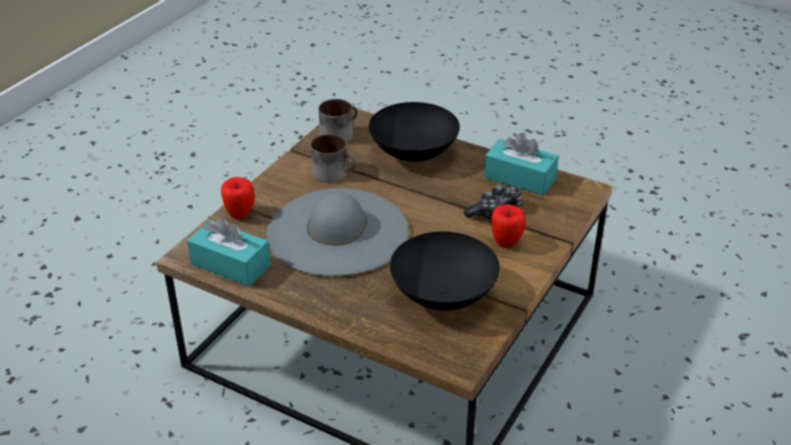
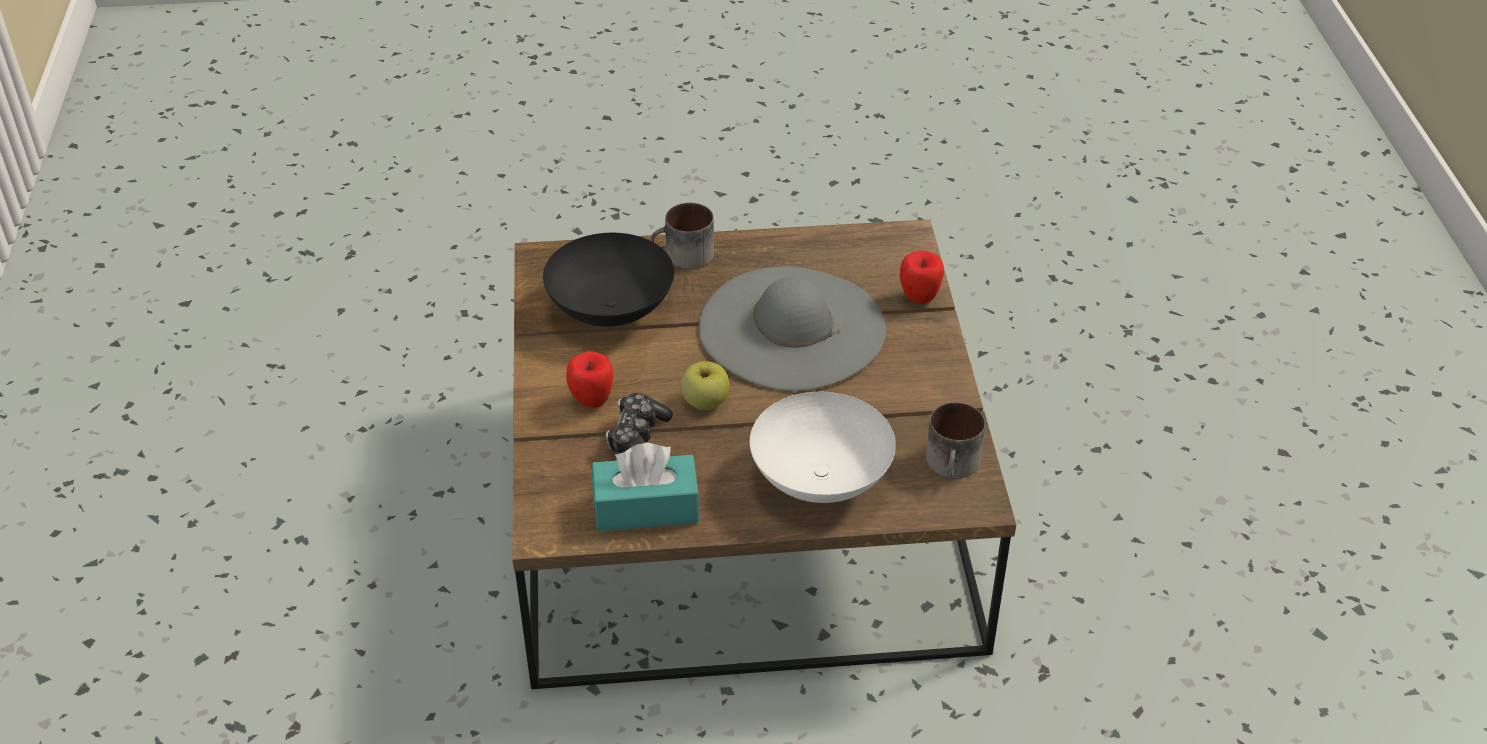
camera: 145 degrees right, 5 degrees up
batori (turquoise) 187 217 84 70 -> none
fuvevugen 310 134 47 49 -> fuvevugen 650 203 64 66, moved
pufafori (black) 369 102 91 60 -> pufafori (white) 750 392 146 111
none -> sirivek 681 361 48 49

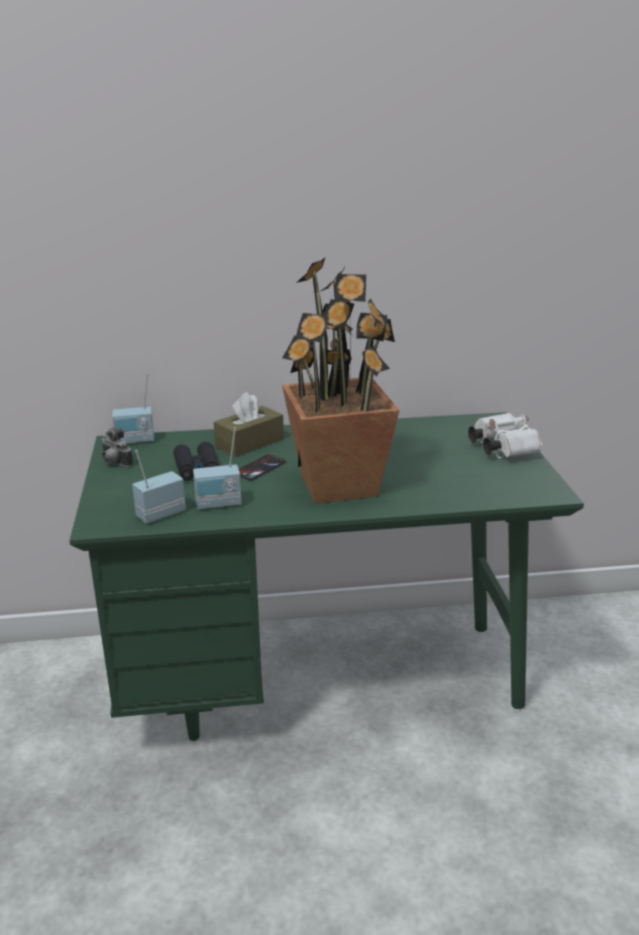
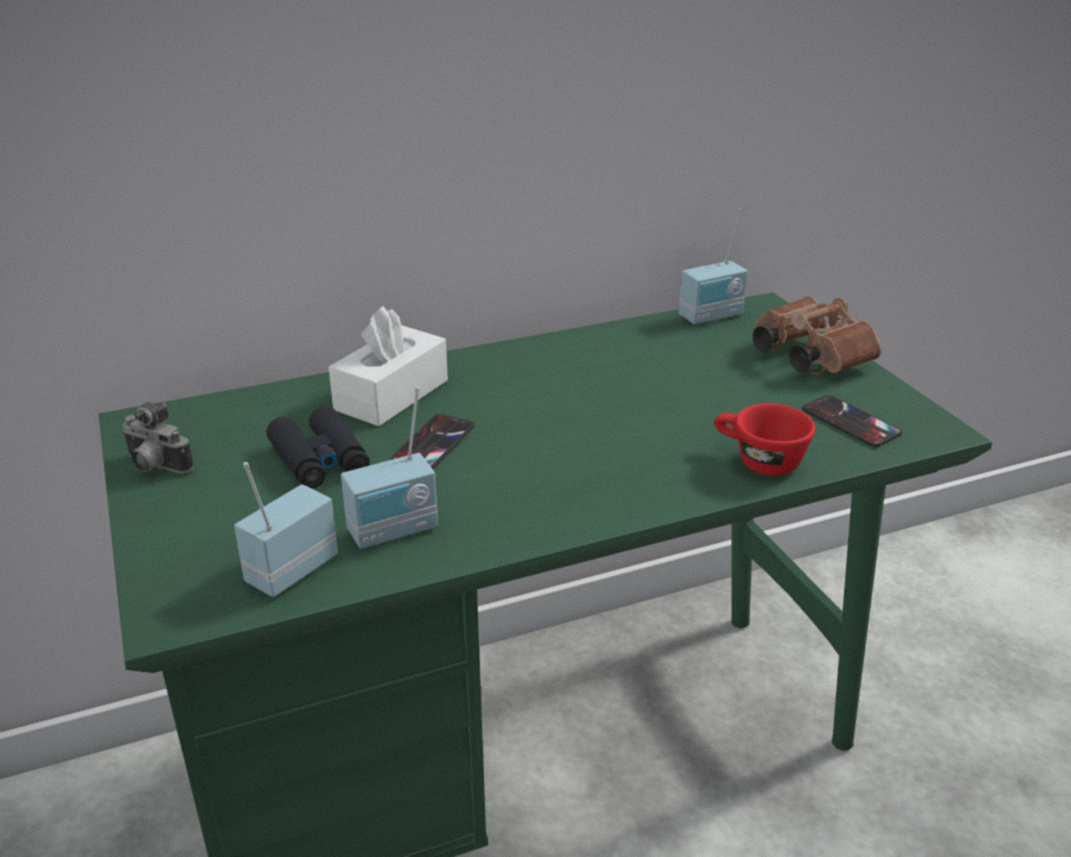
camera: 15 degrees left, 5 degrees up
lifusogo 112 374 42 69 -> lifusogo 678 208 70 117, moved
batori (brown) 214 392 70 65 -> batori (white) 329 306 119 120
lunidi 282 258 118 246 -> none
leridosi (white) 468 413 74 45 -> leridosi (brown) 752 296 130 79
none -> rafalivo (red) 714 403 102 73
none -> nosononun 802 395 100 52

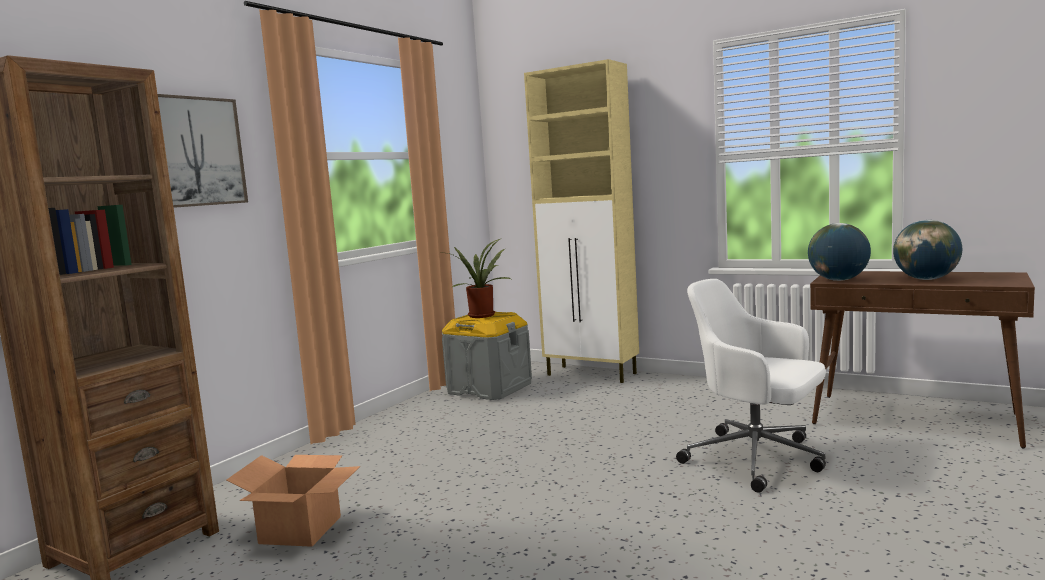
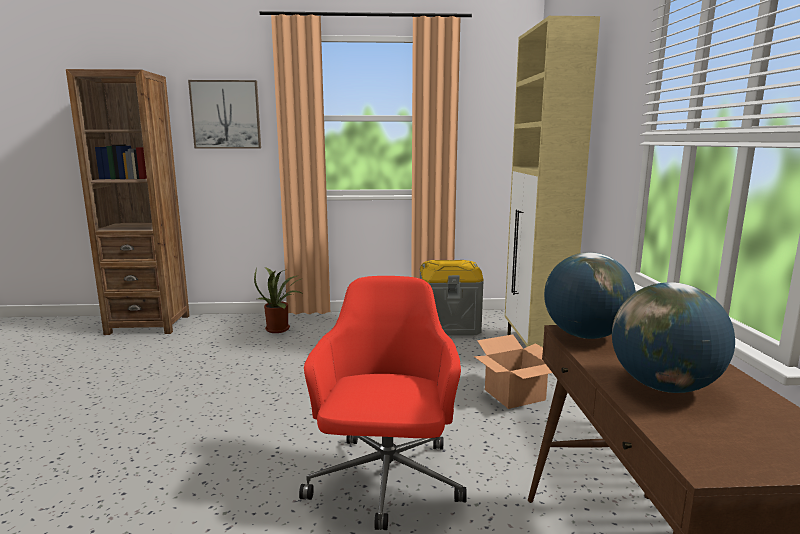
camera: 55 degrees right, 5 degrees up
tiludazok 226 455 134 92 -> tiludazok 474 334 78 75, moved
lunidi 448 238 65 80 -> lunidi 254 267 47 66, moved
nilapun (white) 676 279 150 214 -> nilapun (red) 299 276 168 254

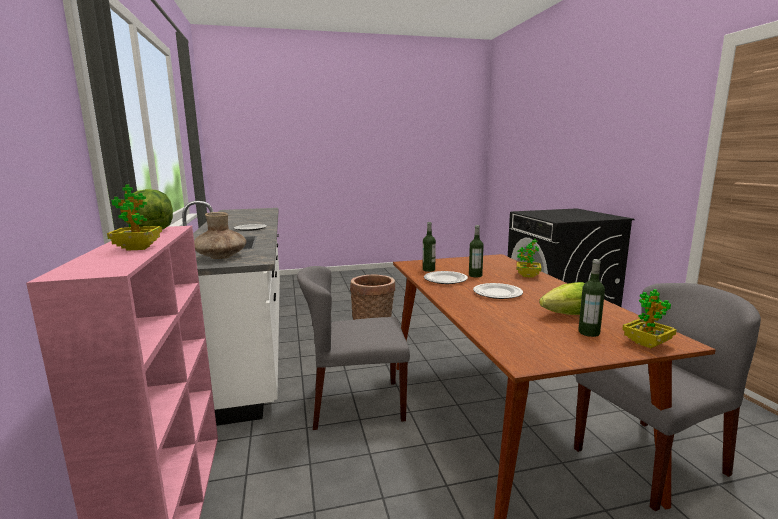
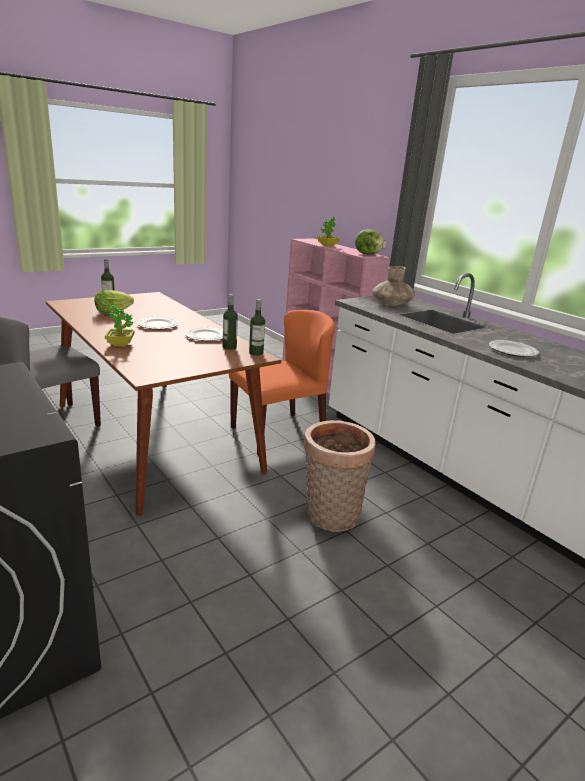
camera: 155 degrees right, 10 degrees up
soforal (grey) 297 266 113 164 -> soforal (orange) 229 310 106 147
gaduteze 469 225 15 52 -> gaduteze 249 299 16 57, moved
lunidi 622 289 54 59 -> none

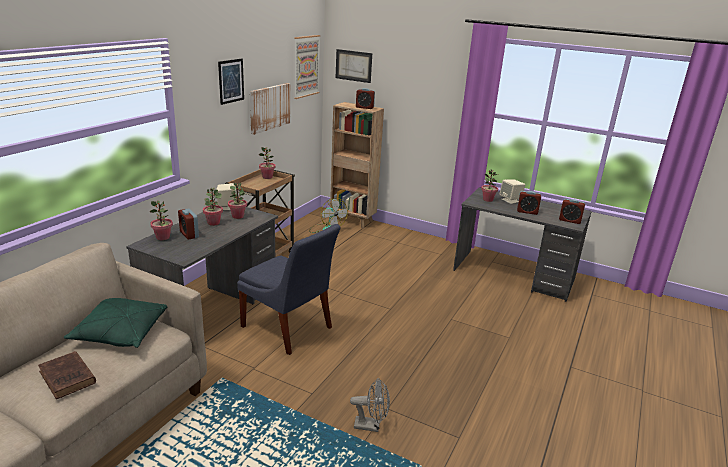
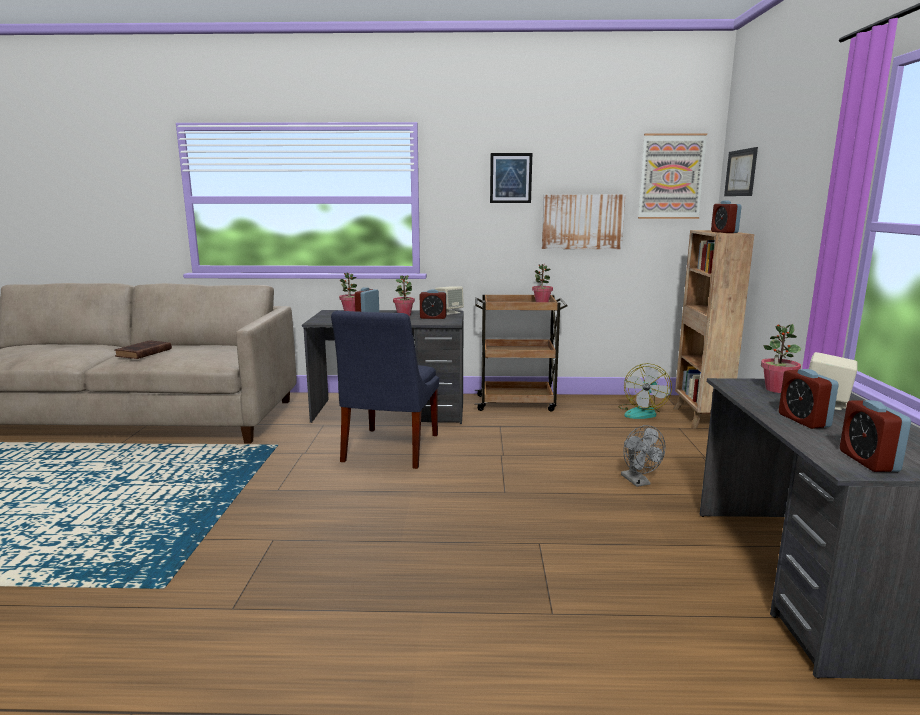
camera: 65 degrees right, 10 degrees down
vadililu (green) 64 298 103 50 -> none
lunidi 228 183 19 36 -> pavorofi 420 289 26 30
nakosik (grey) 350 378 40 54 -> nakosik (grey) 621 425 45 62, moved

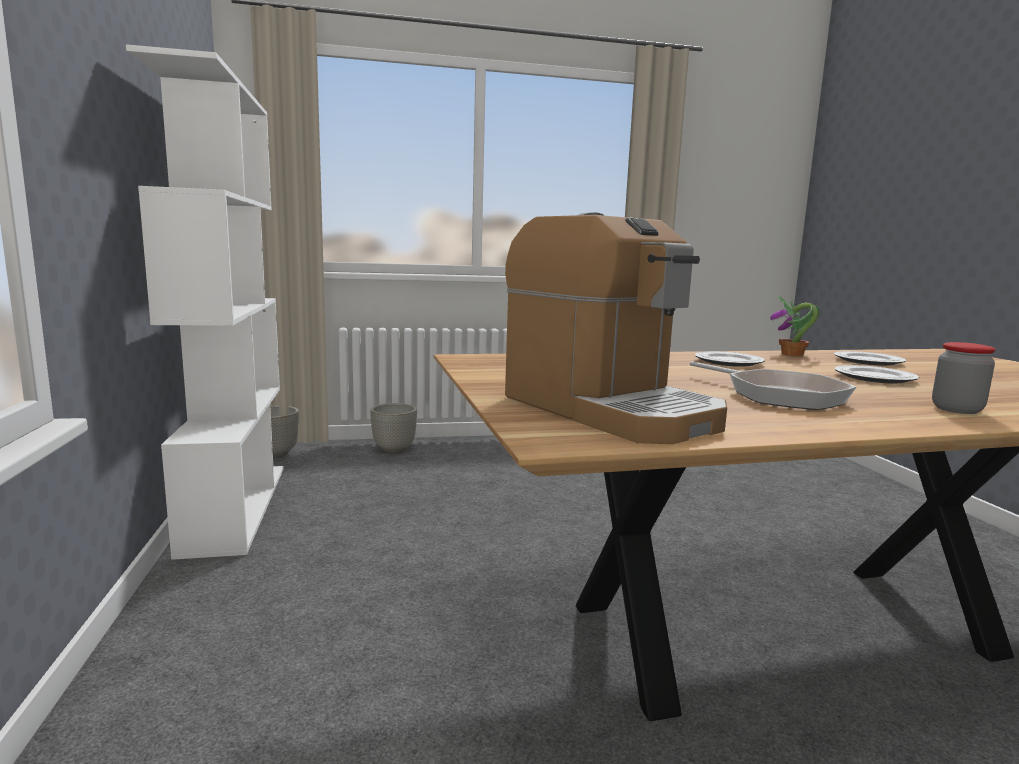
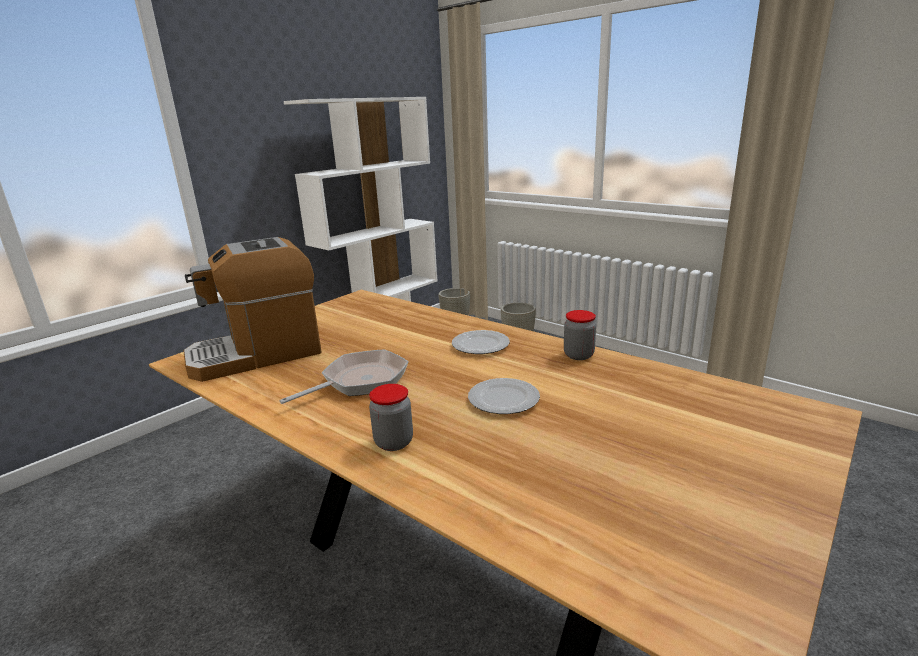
camera: 55 degrees right, 10 degrees up
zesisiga 505 212 222 232 -> zesisiga 183 237 139 145, 45 degrees clockwise
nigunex 690 362 166 48 -> nigunex 279 349 130 55, 150 degrees counterclockwise
lunidi 770 295 49 61 -> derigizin 564 310 32 50
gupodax 834 351 72 15 -> none

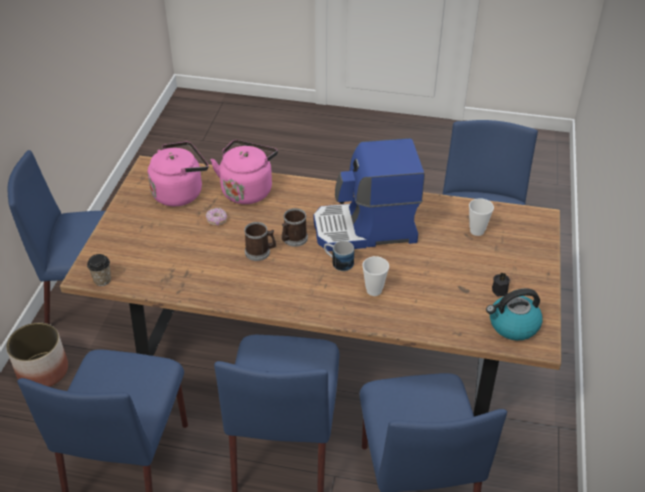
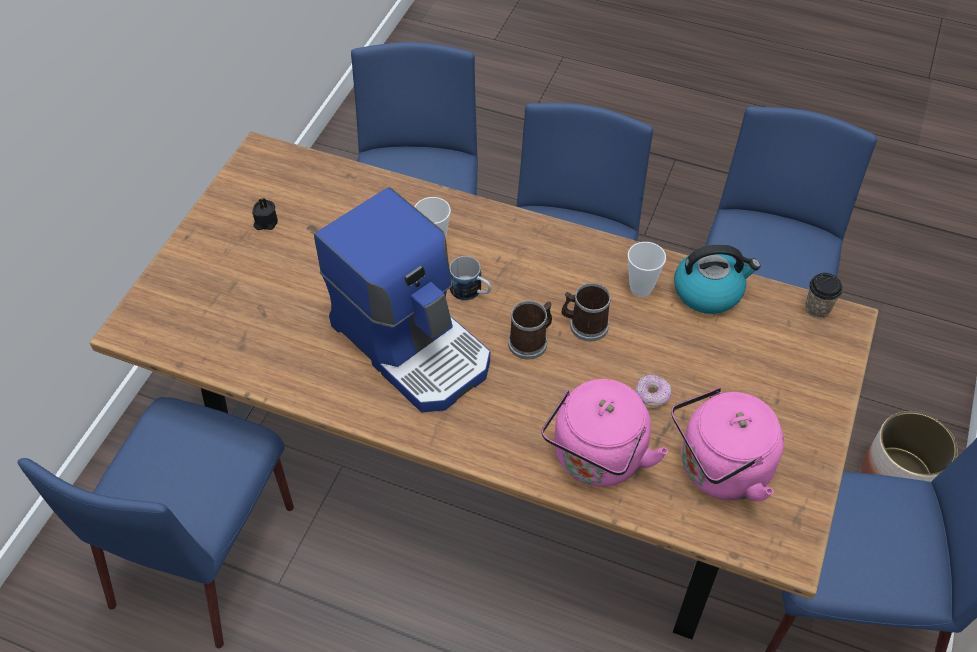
camera: 170 degrees left, 10 degrees up
zesisiga 314 138 111 113 -> zesisiga 314 187 176 225, 45 degrees clockwise
rafalivo 469 198 25 38 -> rafalivo 627 242 39 55, moved
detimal 486 288 57 52 -> detimal 674 244 87 70, moved

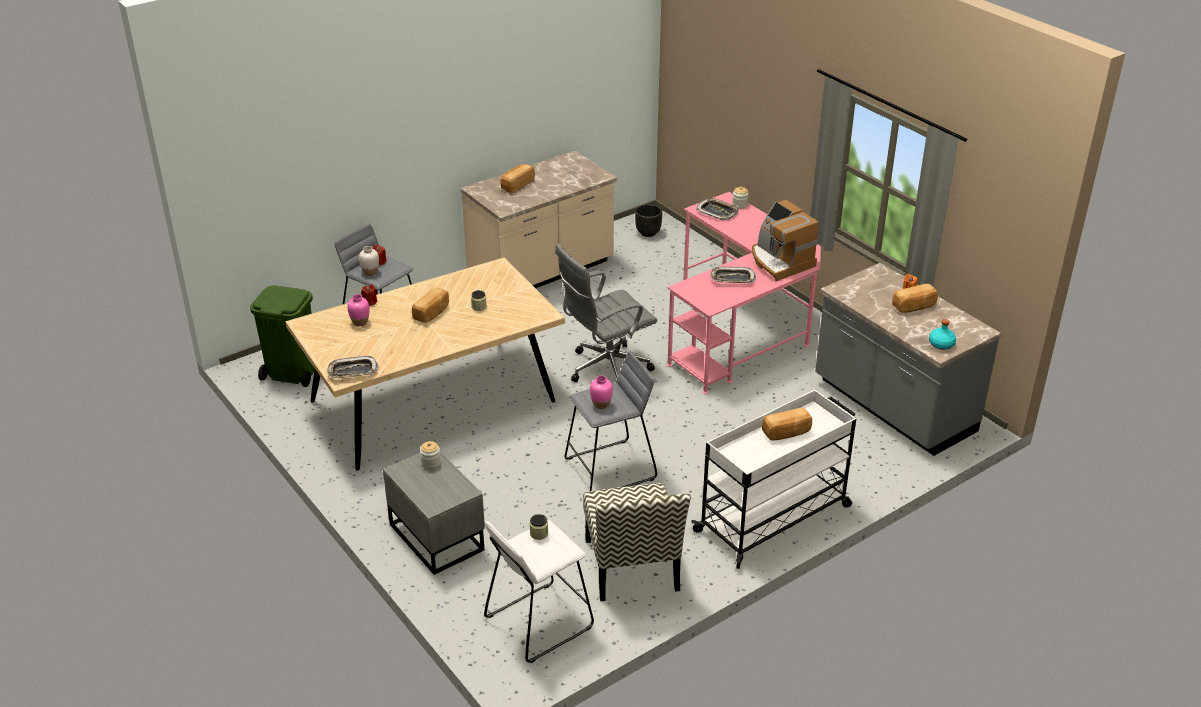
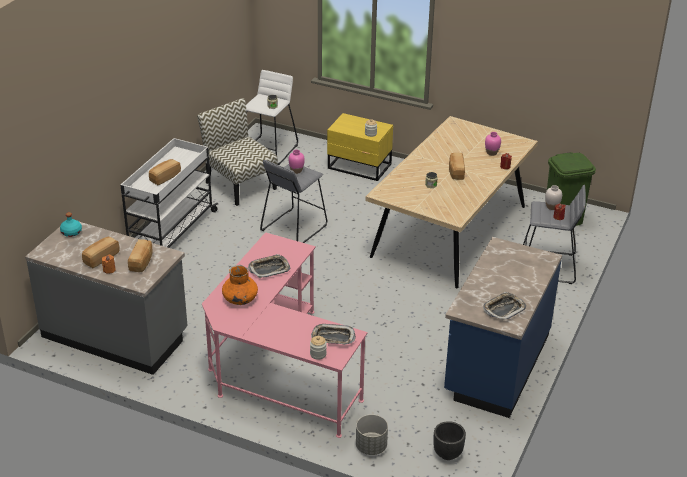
camera: 150 degrees right, 0 degrees up
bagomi 327 356 51 23 -> bagomi 483 292 43 29, moved
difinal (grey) 383 451 102 124 -> difinal (yellow) 327 113 66 68
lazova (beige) 460 151 157 137 -> lazova (blue) 444 237 118 181
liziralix 500 164 35 29 -> liziralix 128 239 24 33, moved
nilapun (grey) 555 243 102 139 -> none
zesisiga 752 200 67 81 -> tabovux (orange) 222 265 36 40
none -> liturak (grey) 356 414 32 41

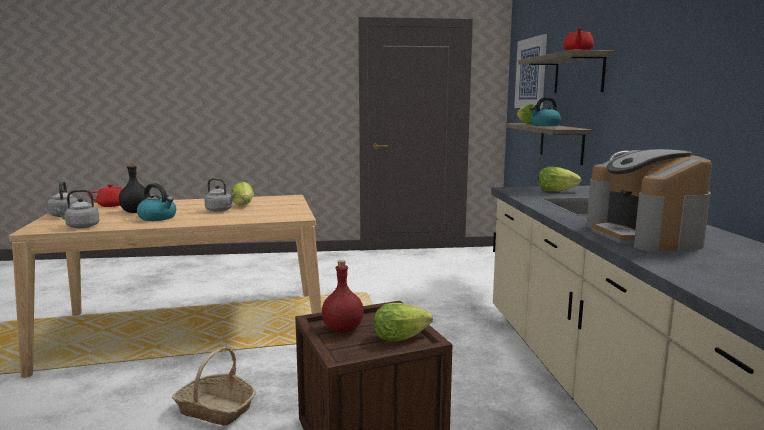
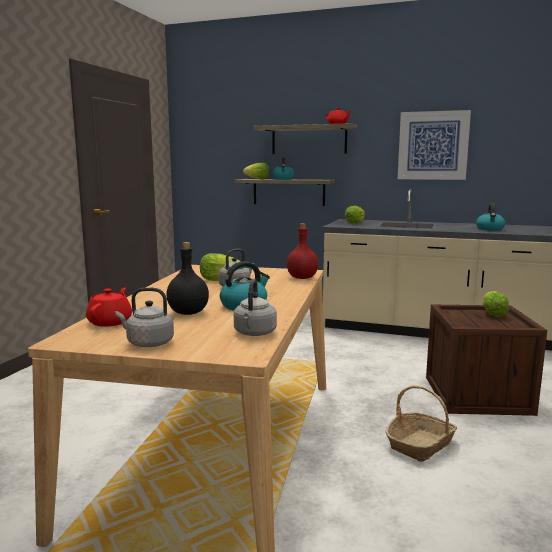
camera: 65 degrees left, 0 degrees up
gaduteze (red) 321 260 43 73 -> gaduteze (red) 286 224 32 55, moved
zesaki 514 34 33 75 -> zesaki 398 110 73 70, moved
zesisiga 587 149 125 103 -> detimal 476 203 29 28

